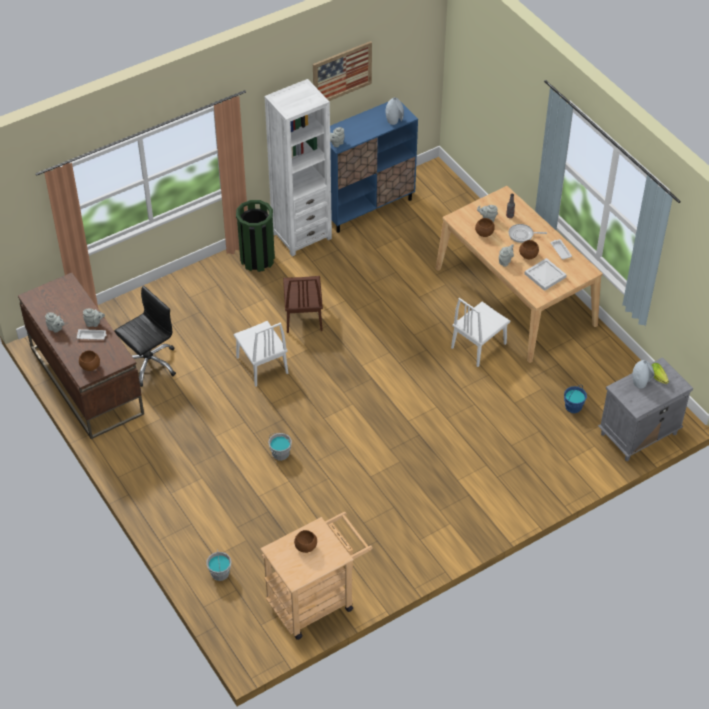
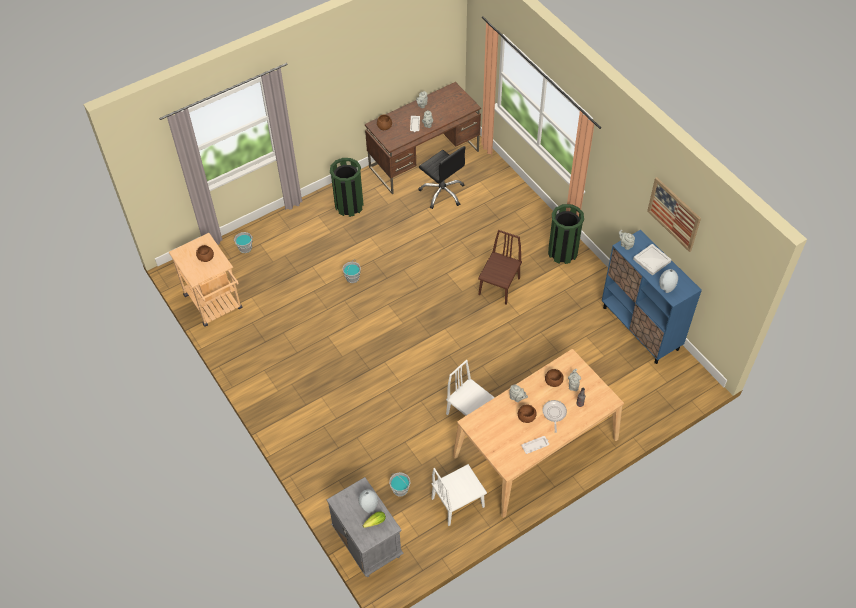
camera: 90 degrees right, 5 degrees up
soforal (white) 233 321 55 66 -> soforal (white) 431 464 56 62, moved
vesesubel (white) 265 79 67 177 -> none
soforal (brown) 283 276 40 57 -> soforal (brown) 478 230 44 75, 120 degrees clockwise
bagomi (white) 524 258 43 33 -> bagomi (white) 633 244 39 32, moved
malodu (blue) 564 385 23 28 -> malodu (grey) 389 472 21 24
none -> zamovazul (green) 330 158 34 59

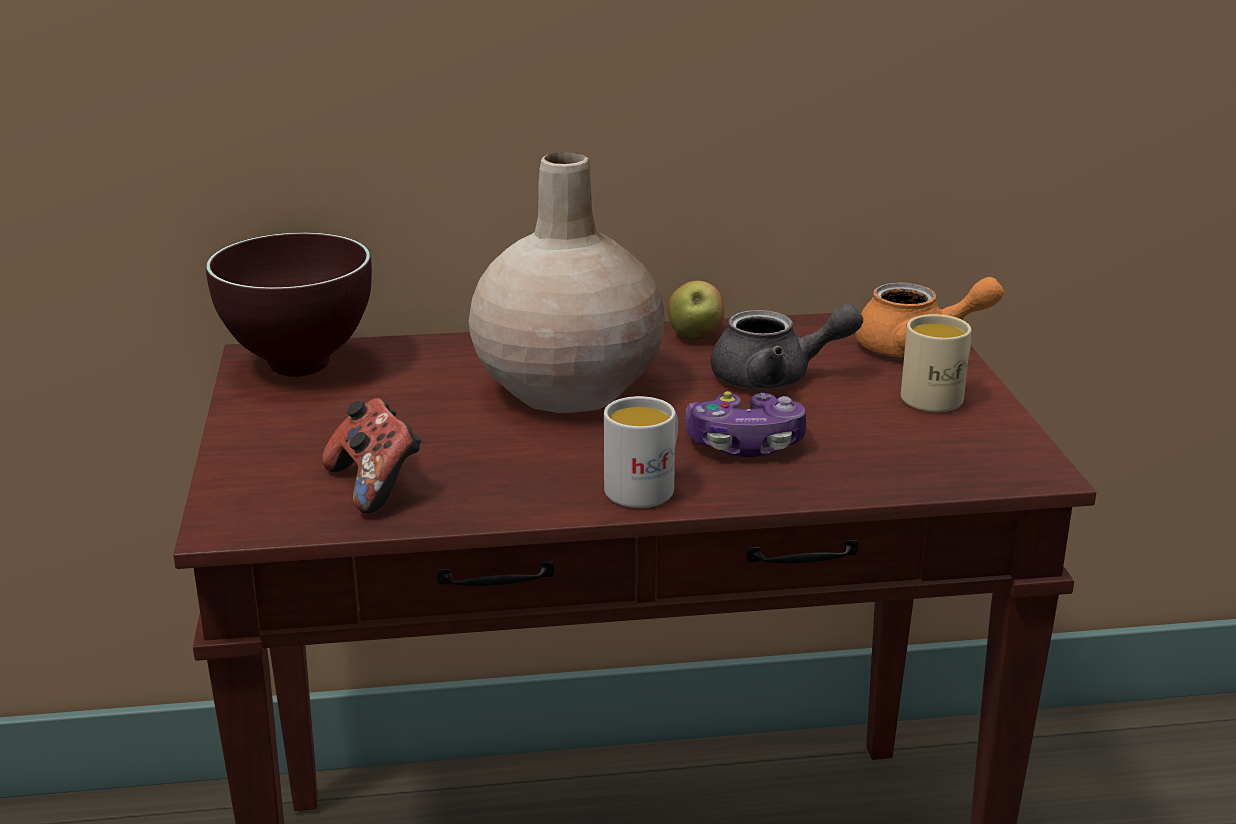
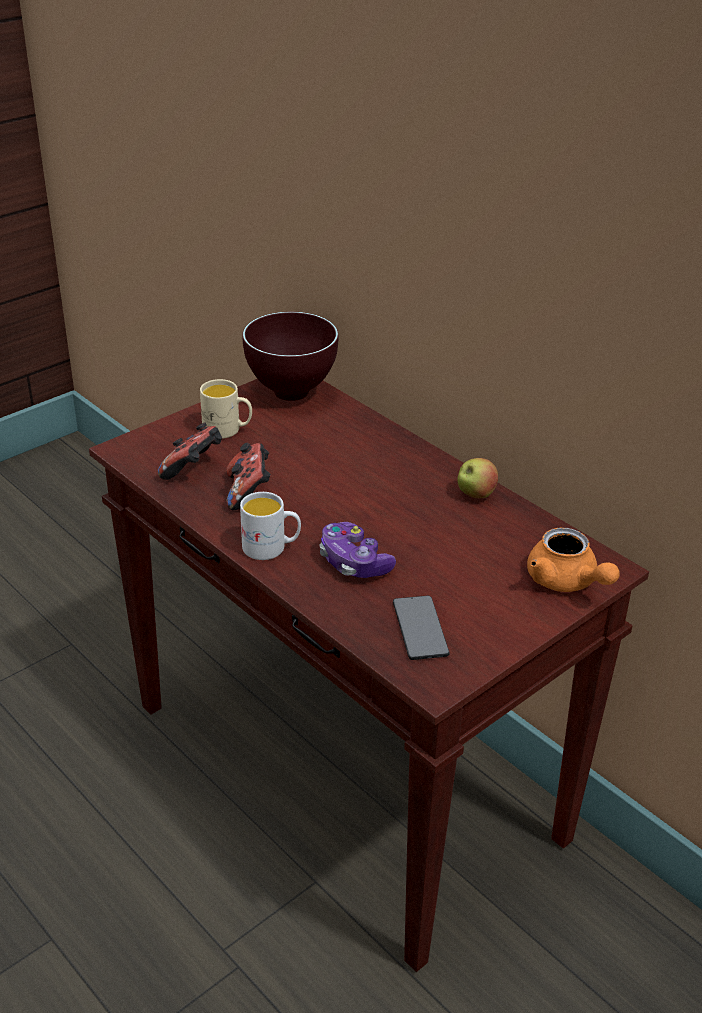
camera: 55 degrees right, 10 degrees up
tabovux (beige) 469 152 196 261 -> none
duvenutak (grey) 711 304 152 85 -> none
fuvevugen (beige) 901 314 70 98 -> fuvevugen (beige) 200 379 52 60, moved
none -> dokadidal 226 443 45 67
none -> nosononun 393 596 56 64

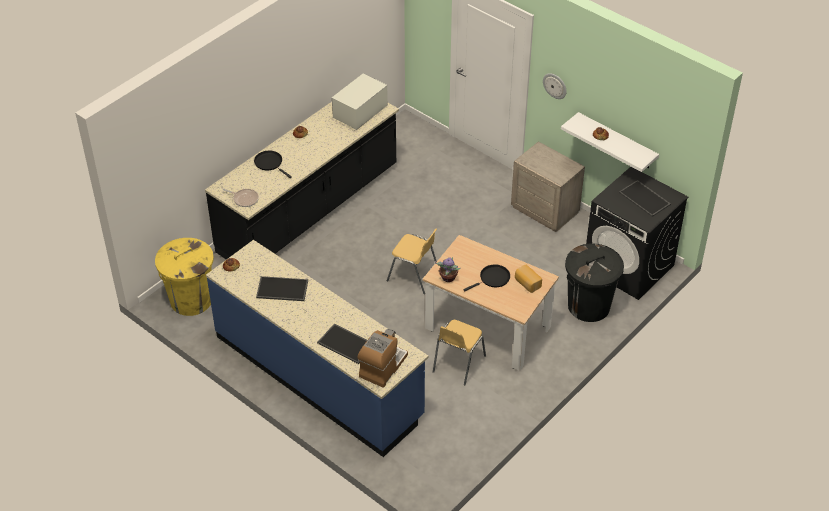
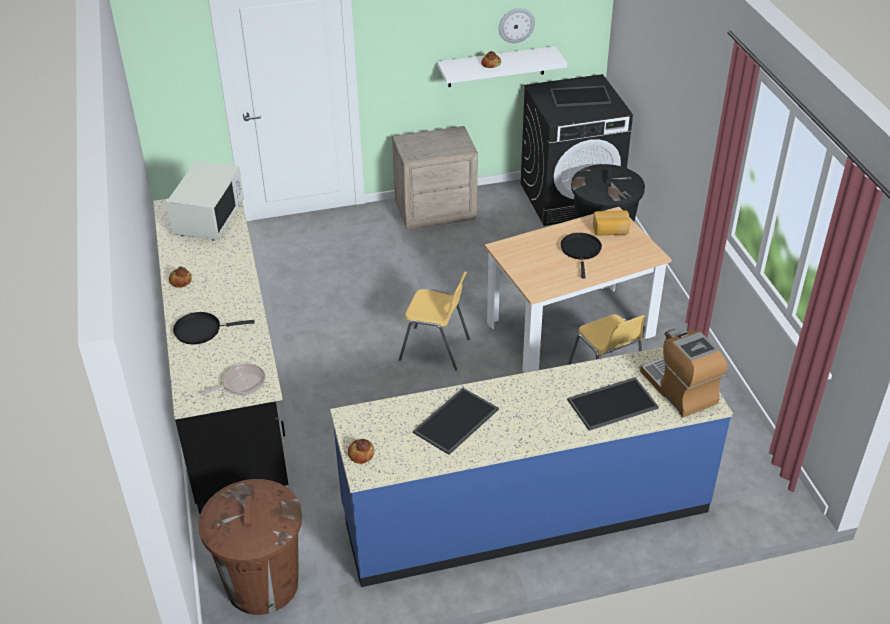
camera: 55 degrees left, 5 degrees down
zamovazul (yellow) 155 238 59 78 -> zamovazul (brown) 198 479 104 136
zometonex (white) 332 73 56 57 -> zometonex (white) 166 161 78 79, 150 degrees counterclockwise
soforal (yellow) 387 229 50 65 -> soforal (yellow) 399 272 71 98, 45 degrees clockwise
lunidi 435 257 25 25 -> none
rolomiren 543 73 24 26 -> rolomiren 499 8 36 35, moved

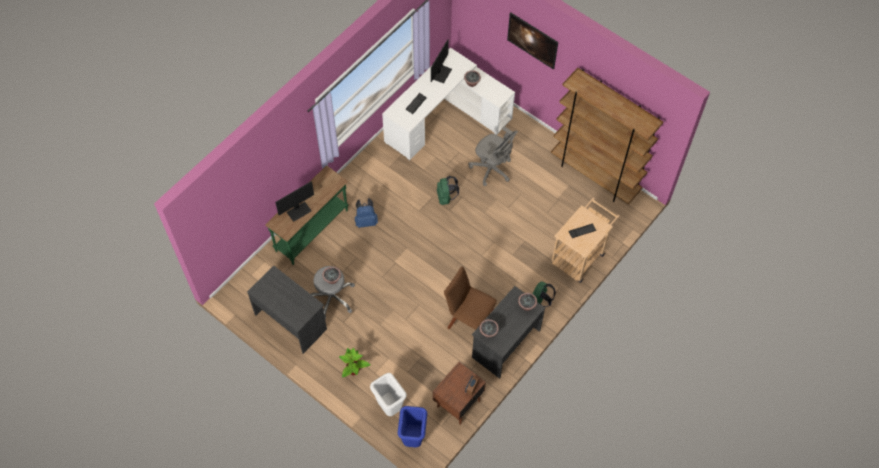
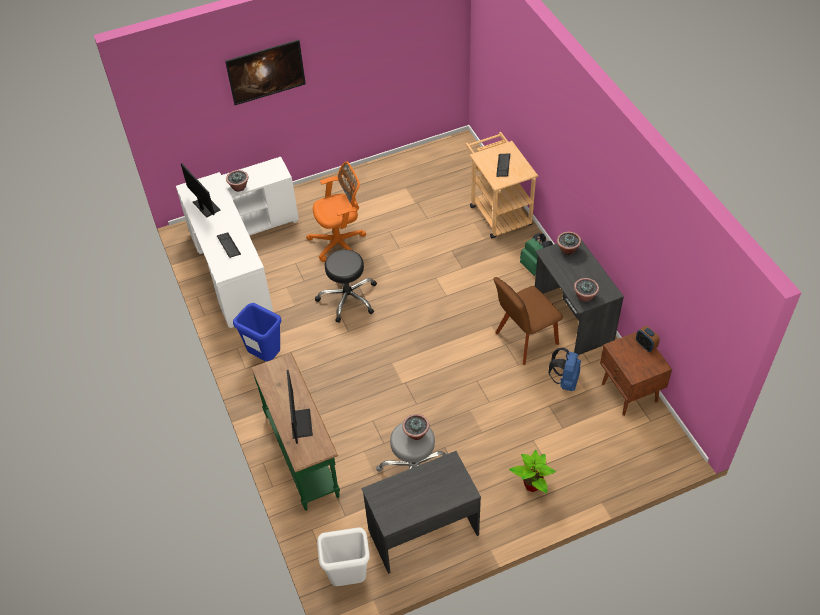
camera: 60 degrees left, 10 degrees down
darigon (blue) 355 198 23 30 -> darigon (blue) 549 348 32 43, moved
zamovazul (white) 370 373 37 43 -> zamovazul (white) 317 527 53 59, moved
zamovazul (blue) 398 406 29 41 -> zamovazul (blue) 233 303 48 59, moved
darigon (green) 437 176 22 29 -> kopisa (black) 315 249 62 74
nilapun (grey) 469 126 49 60 -> nilapun (orange) 306 161 60 101
vesesubel (brown) 551 68 112 137 -> none

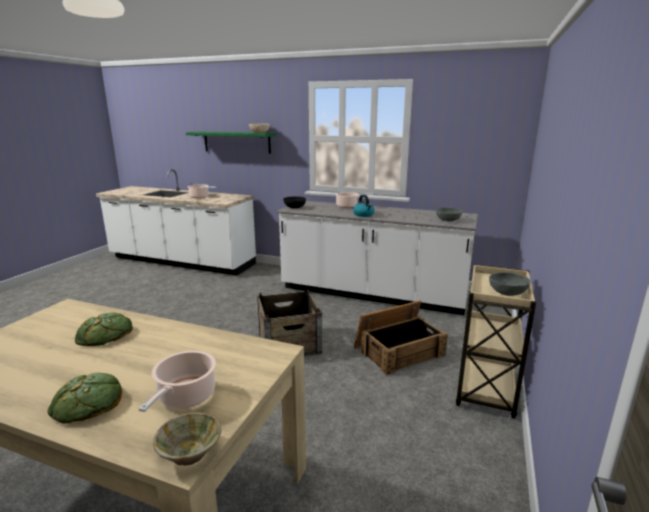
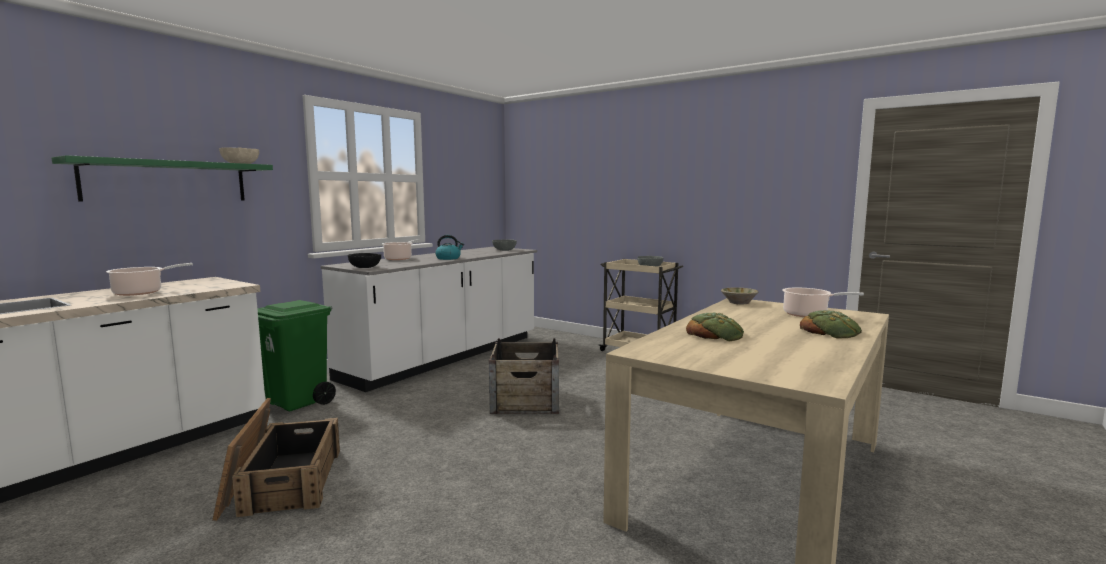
camera: 75 degrees left, 10 degrees down
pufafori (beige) 153 413 68 53 -> pufafori (beige) 721 287 37 17, moved
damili 354 301 94 74 -> damili 212 398 128 123, moved
none -> zamovazul (green) 257 300 79 111

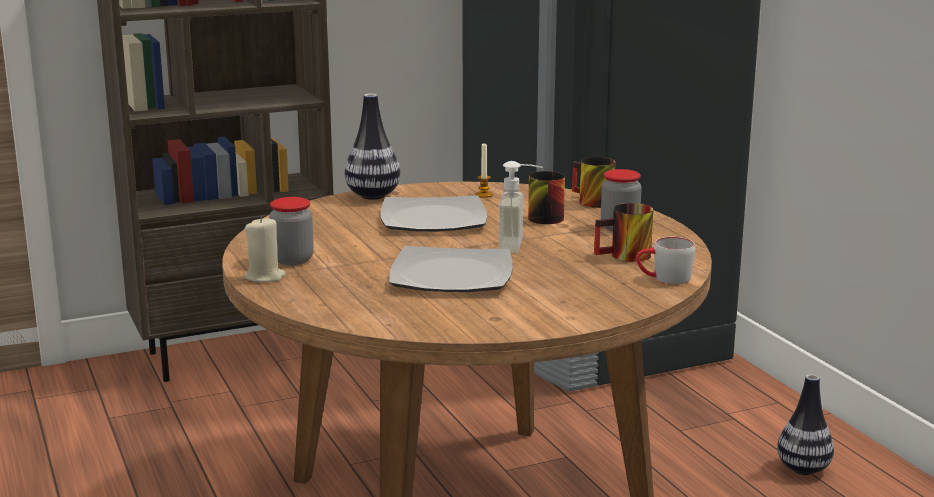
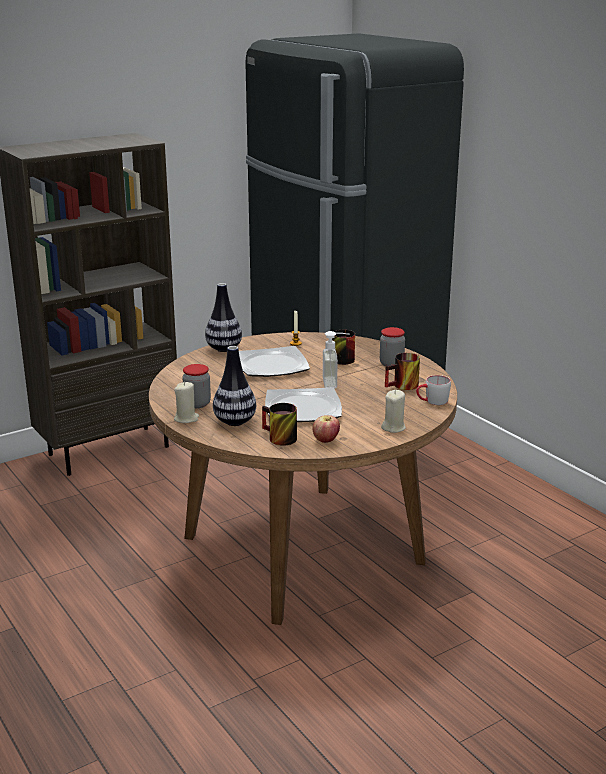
camera: 10 degrees left, 5 degrees up
fuvevugen 572 157 44 51 -> fuvevugen 262 403 35 43, moved
tabovux 777 374 57 101 -> tabovux 213 346 43 80, moved
none -> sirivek 313 415 27 28
none -> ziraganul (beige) 381 390 25 43

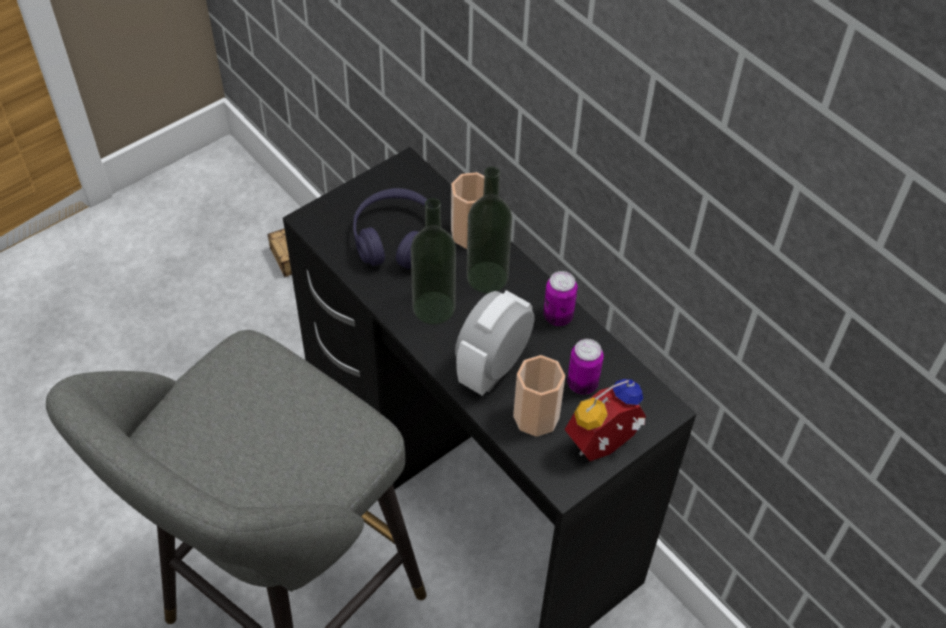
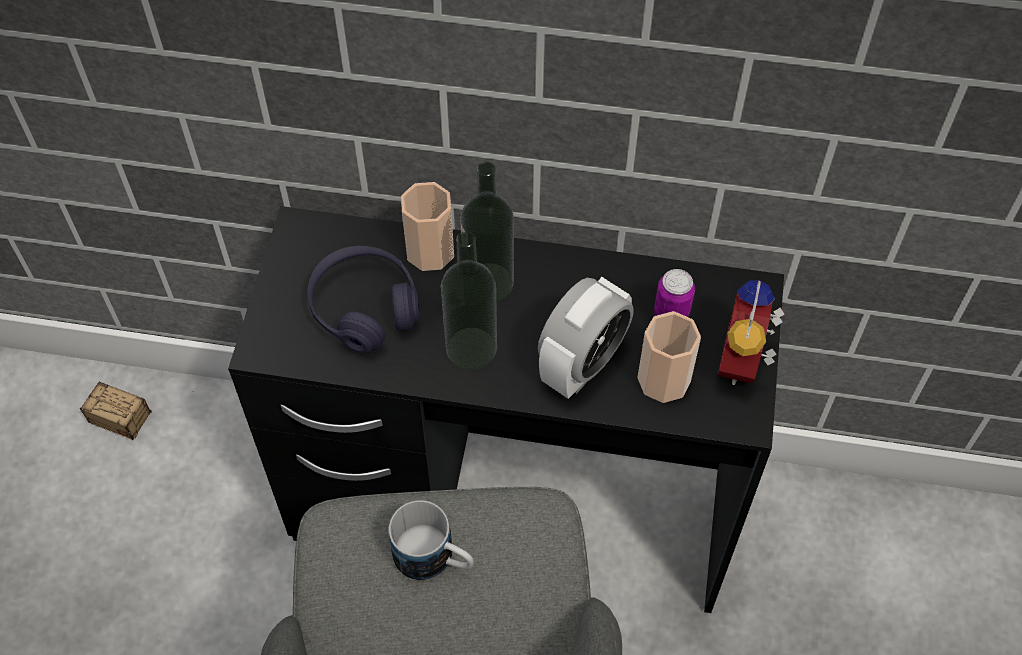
camera: 40 degrees left, 5 degrees up
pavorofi 455 290 80 106 -> pavorofi 538 277 96 122, 135 degrees counterclockwise
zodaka 543 271 35 55 -> none
none -> fuvevugen 389 500 85 80

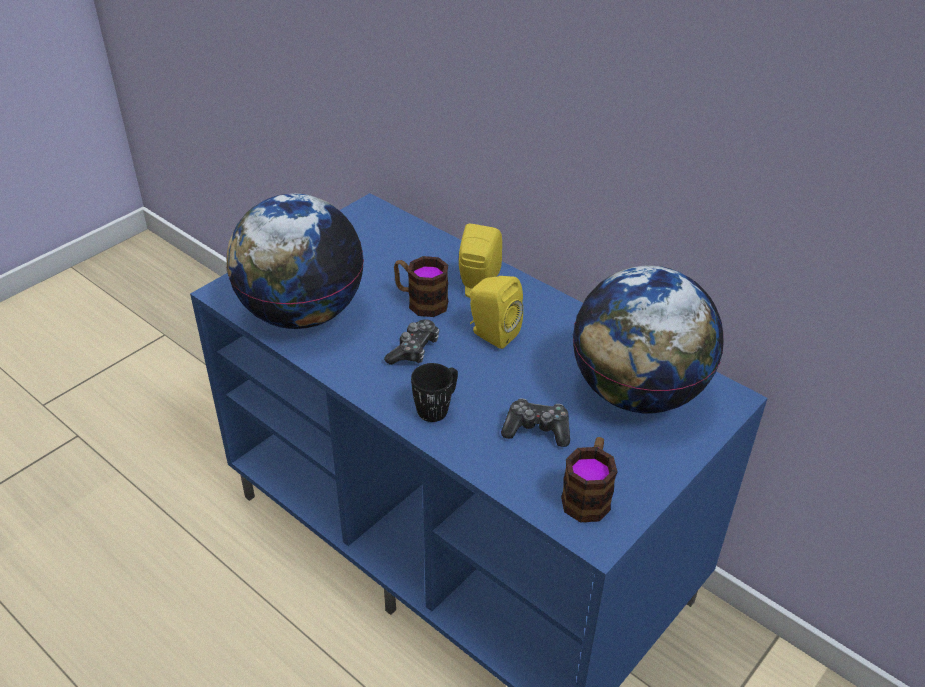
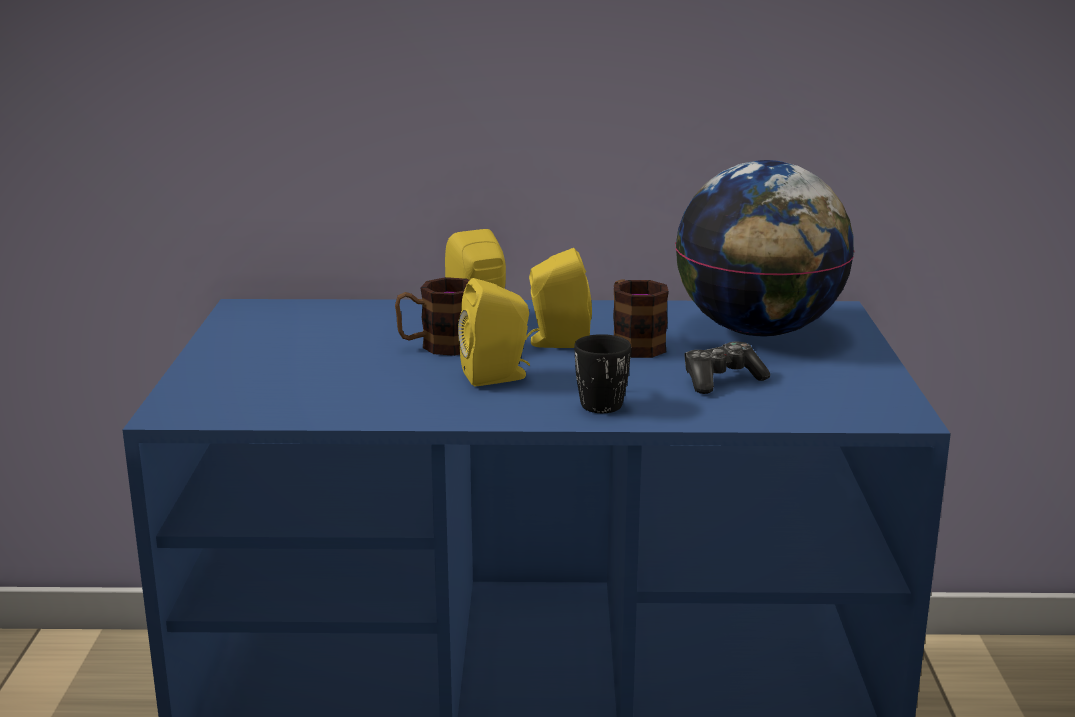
camera: 40 degrees left, 20 degrees down
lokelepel 227 193 137 136 -> none
dokadidal 384 319 55 46 -> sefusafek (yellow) 458 278 72 108
fuvevugen 561 437 56 85 -> fuvevugen 613 279 56 79, moved

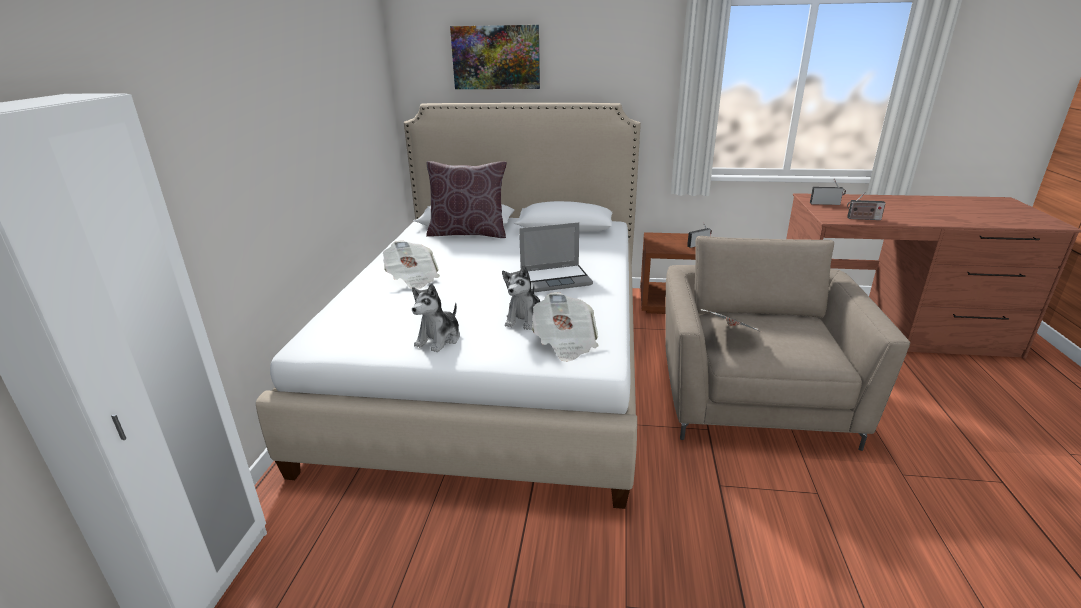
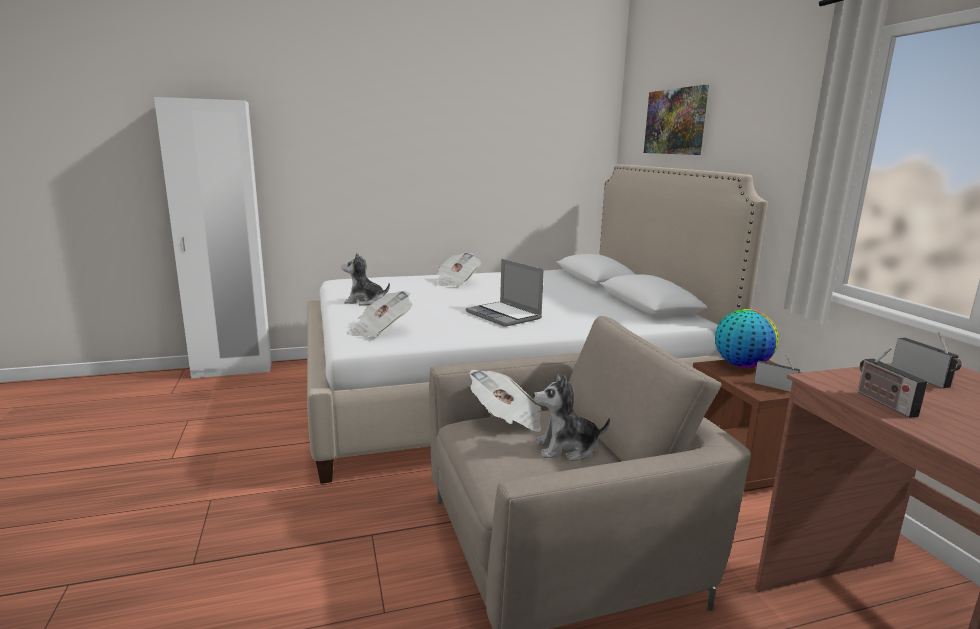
camera: 65 degrees right, 10 degrees down
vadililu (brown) 426 161 81 77 -> none
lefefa 502 265 38 65 -> lefefa 533 374 77 87, moved
none -> lokelepel 715 309 64 59

